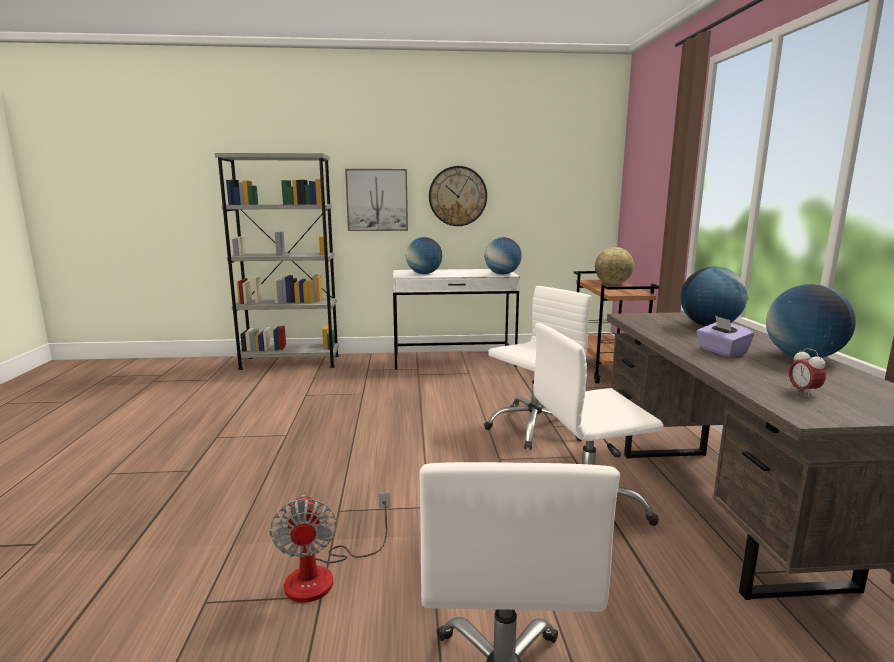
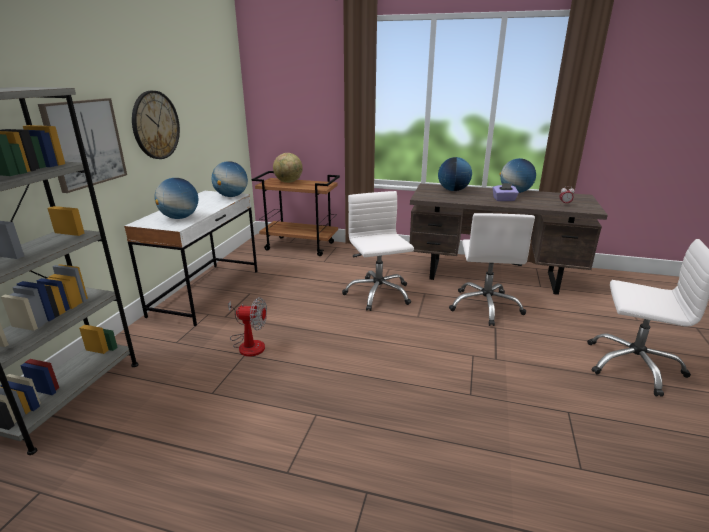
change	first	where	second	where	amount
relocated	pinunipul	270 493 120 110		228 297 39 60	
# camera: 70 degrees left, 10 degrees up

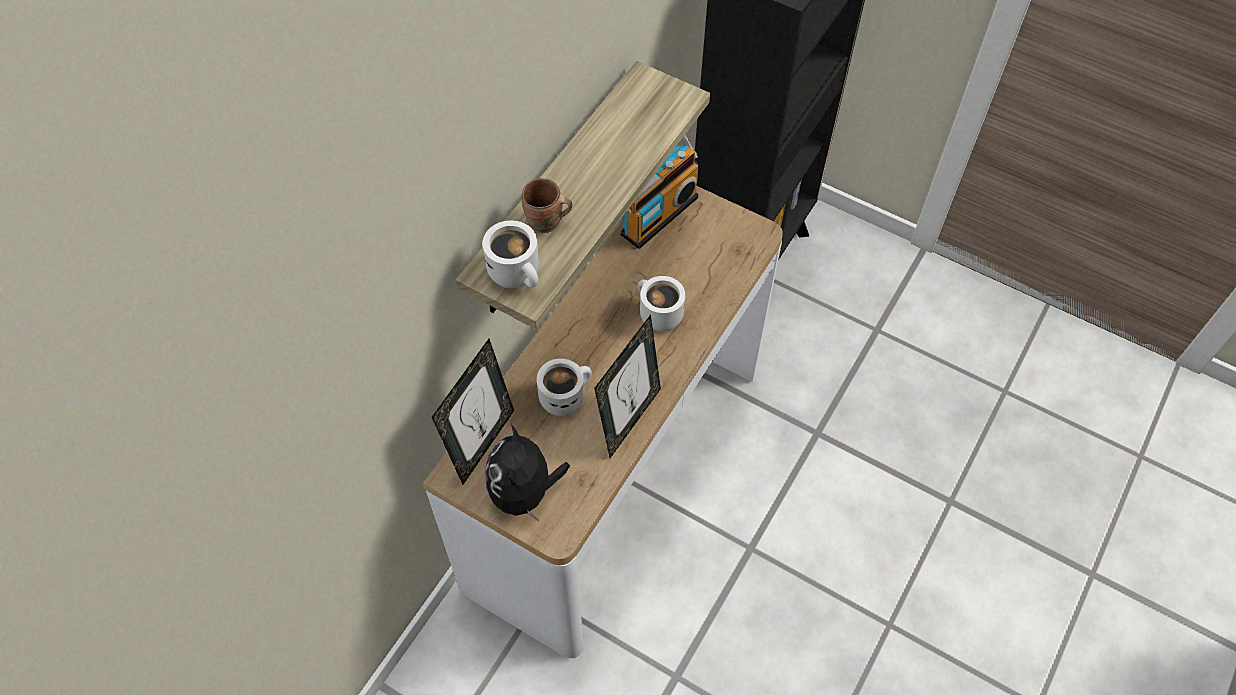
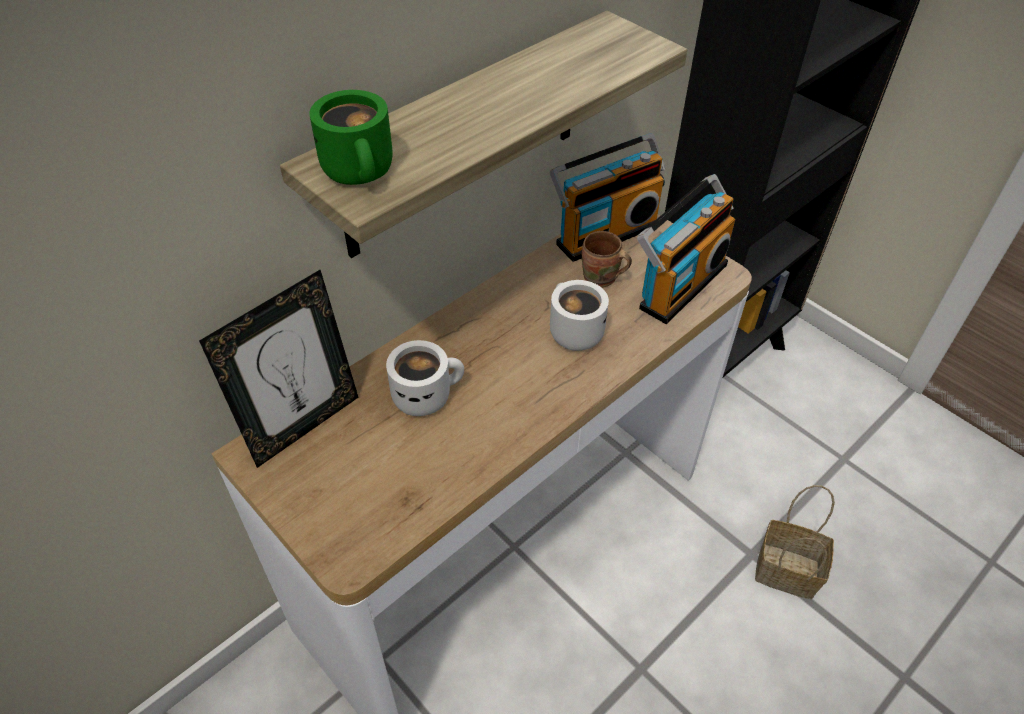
change	first	where	second	where	amount
colour	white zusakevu	483 220 56 68	green zusakevu	309 90 84 95	
missing	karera	485 424 85 98			
relocated	brown zusakevu	522 178 50 55		582 231 50 57	
missing	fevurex	594 314 67 144			
appeared			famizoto	637 174 98 150	
appeared			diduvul	755 485 80 114	
# camera: 15 degrees right, 10 degrees down

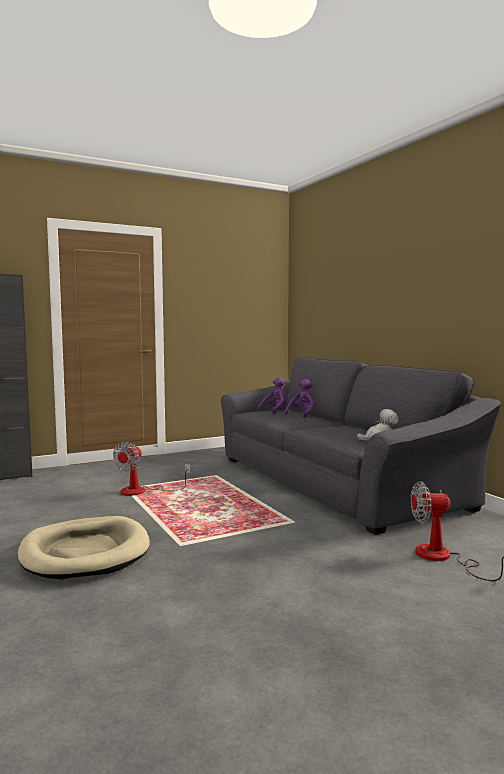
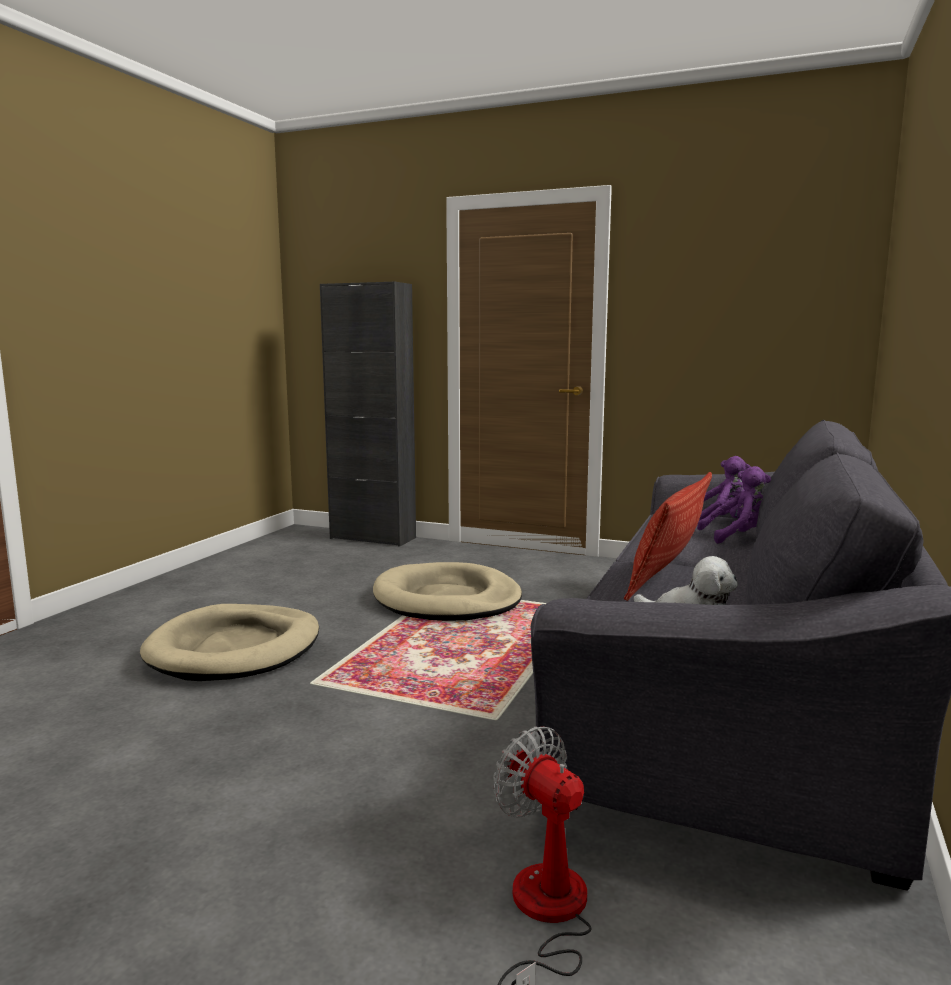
change	first	where	second	where	amount
exchanged	pinunipul	113 441 78 55	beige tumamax	373 562 149 59	
appeared			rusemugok	624 472 88 129	
# camera: 50 degrees right, 5 degrees up

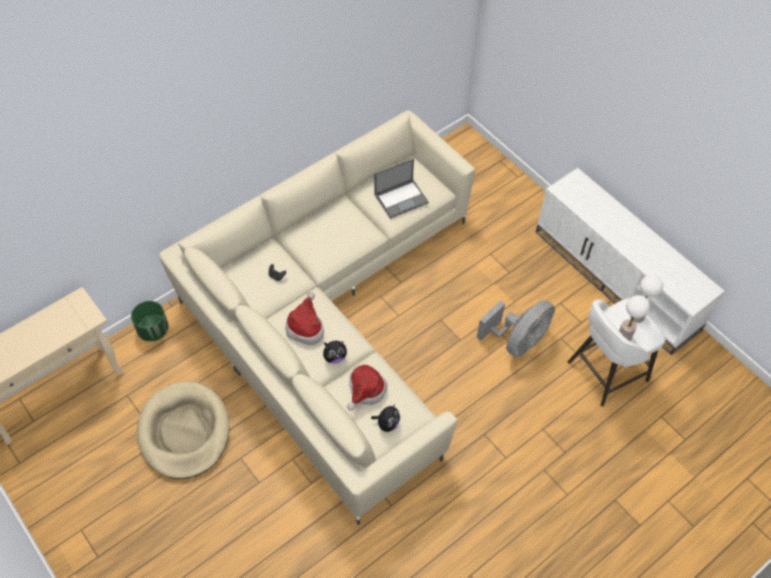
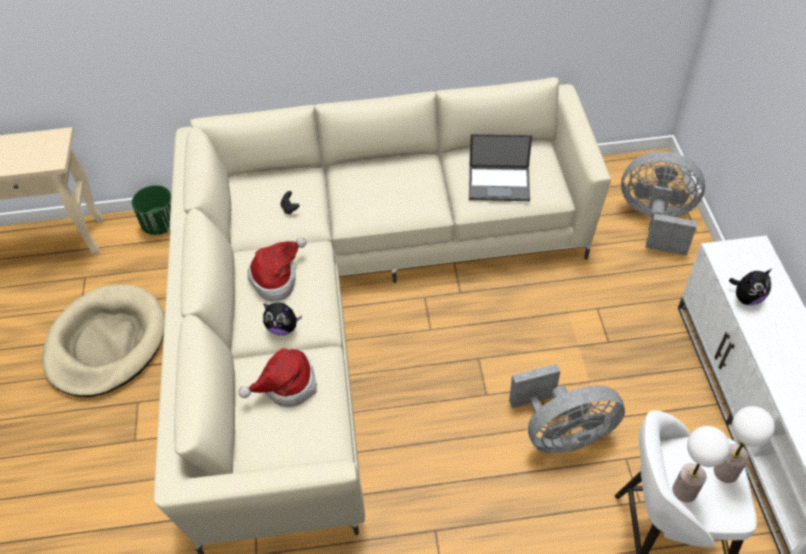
change	first	where	second	where	amount
relocated	karera	371 404 29 28		729 269 43 36	
appeared			grey pinunipul	621 152 84 104	
# camera: 35 degrees right, 5 degrees down

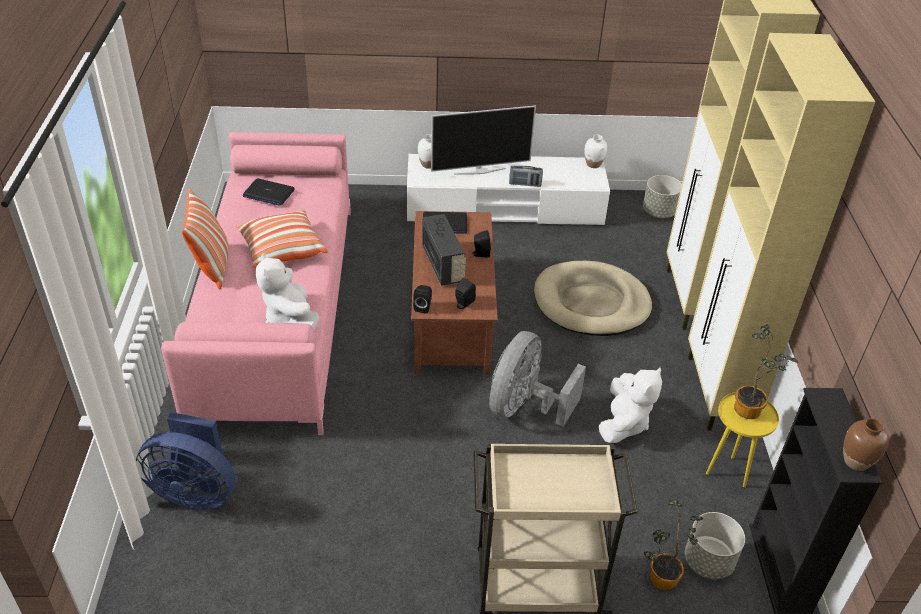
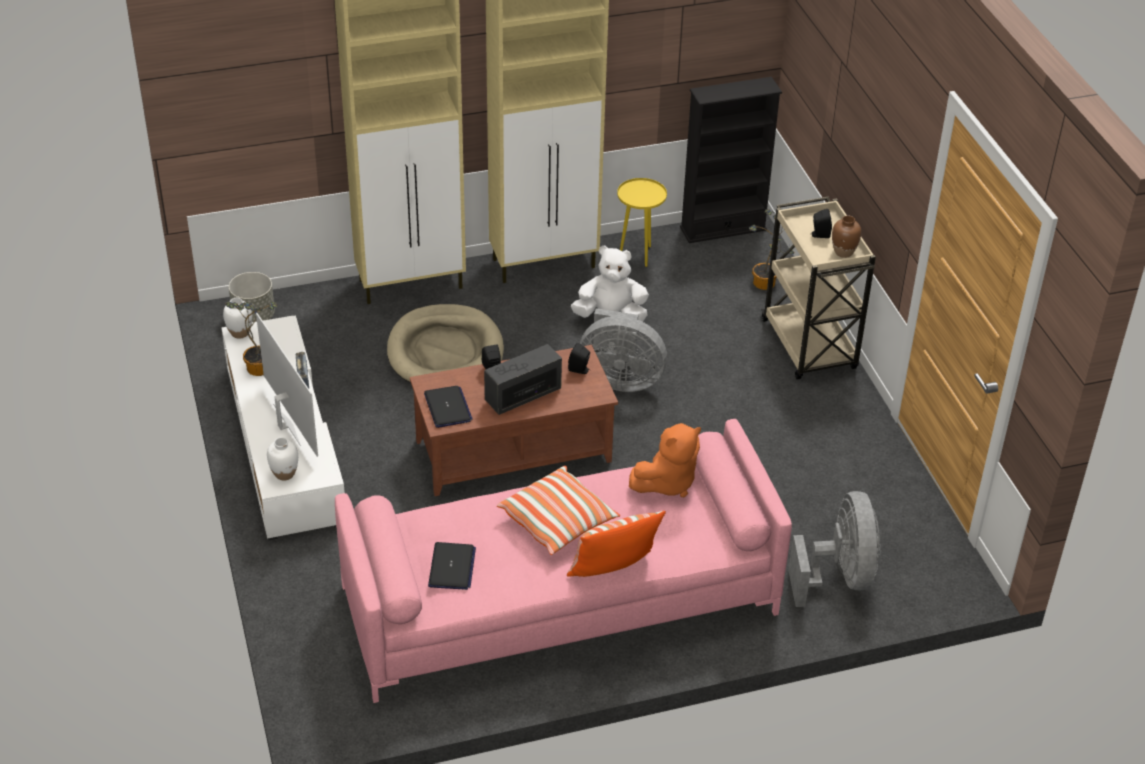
change	first	where	second	where	amount
colour	blue pinunipul	136 412 99 98	grey pinunipul	788 491 92 116	
colour	white karera	256 253 64 77	orange karera	629 423 72 74	
relocated	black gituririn	413 285 19 29		810 209 22 29	
missing	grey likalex	685 512 60 67			
relocated	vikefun	734 324 64 95		225 301 52 75	
relocated	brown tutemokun	843 418 46 53		832 215 29 43	
# camera: 105 degrees left, 0 degrees up

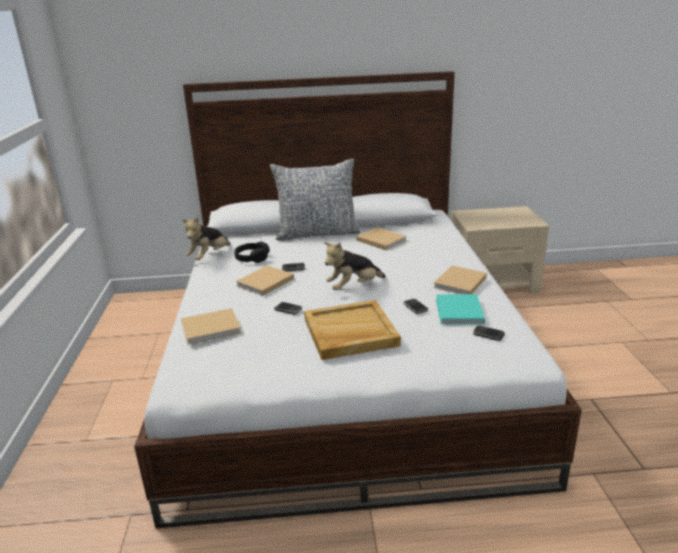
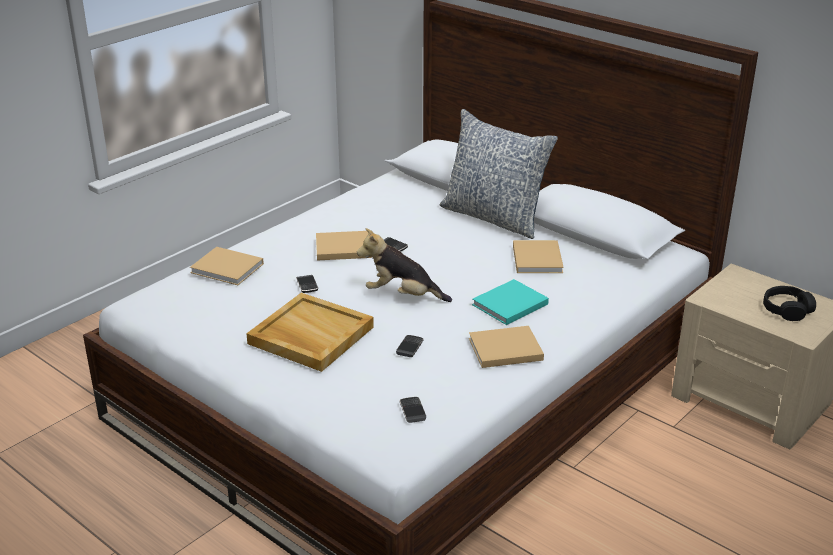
change	first	where	second	where	amount
missing	karera	182 217 49 43			
relocated	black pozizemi	234 241 36 22		763 286 53 35	
relocated	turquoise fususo	436 294 49 30		472 279 77 46	
# camera: 45 degrees right, 5 degrees up

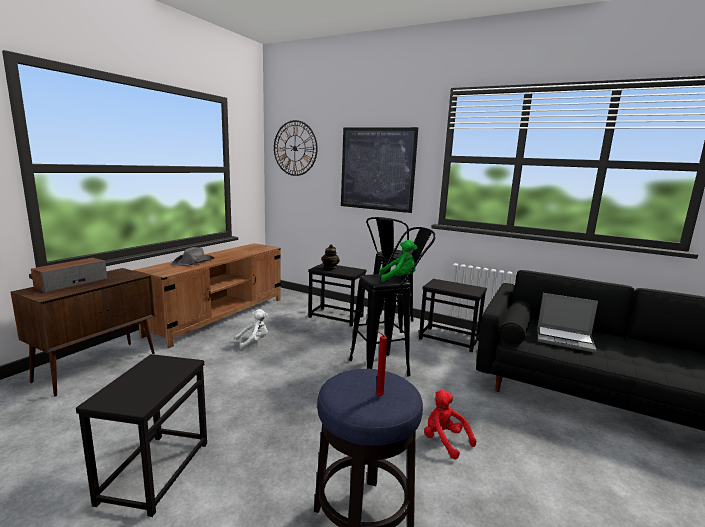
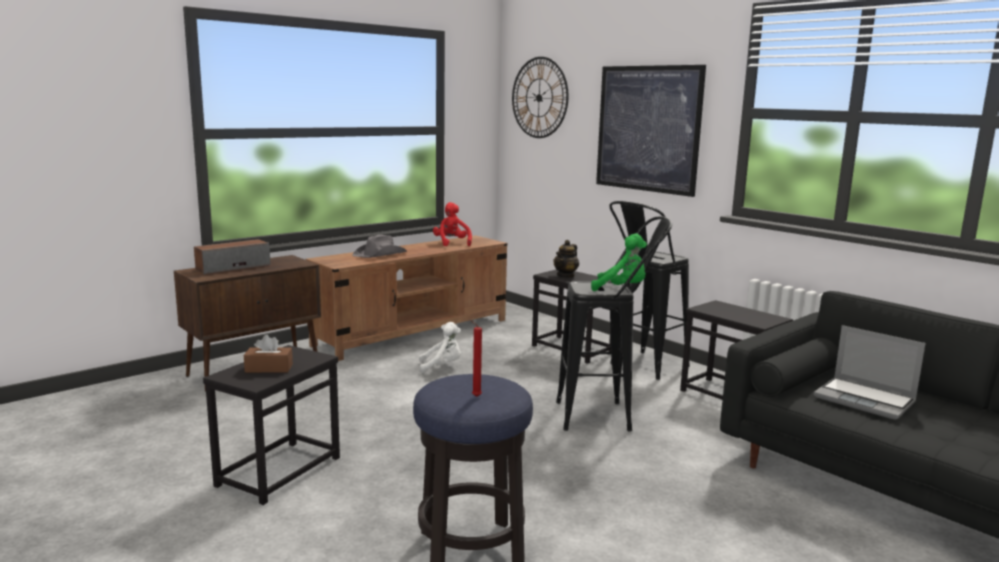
change	first	where	second	where	amount
relocated	red karera	424 390 52 69		433 202 39 44	
appeared			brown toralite	244 335 49 38	
# camera: 20 degrees right, 0 degrees up

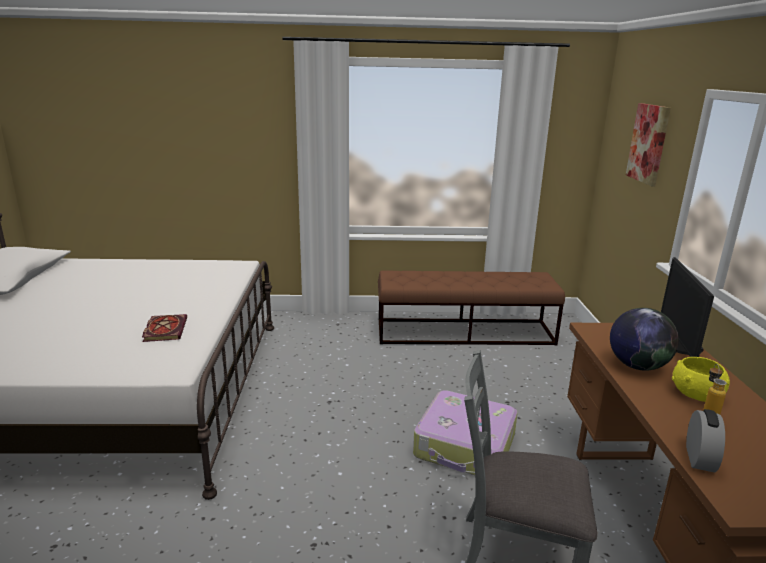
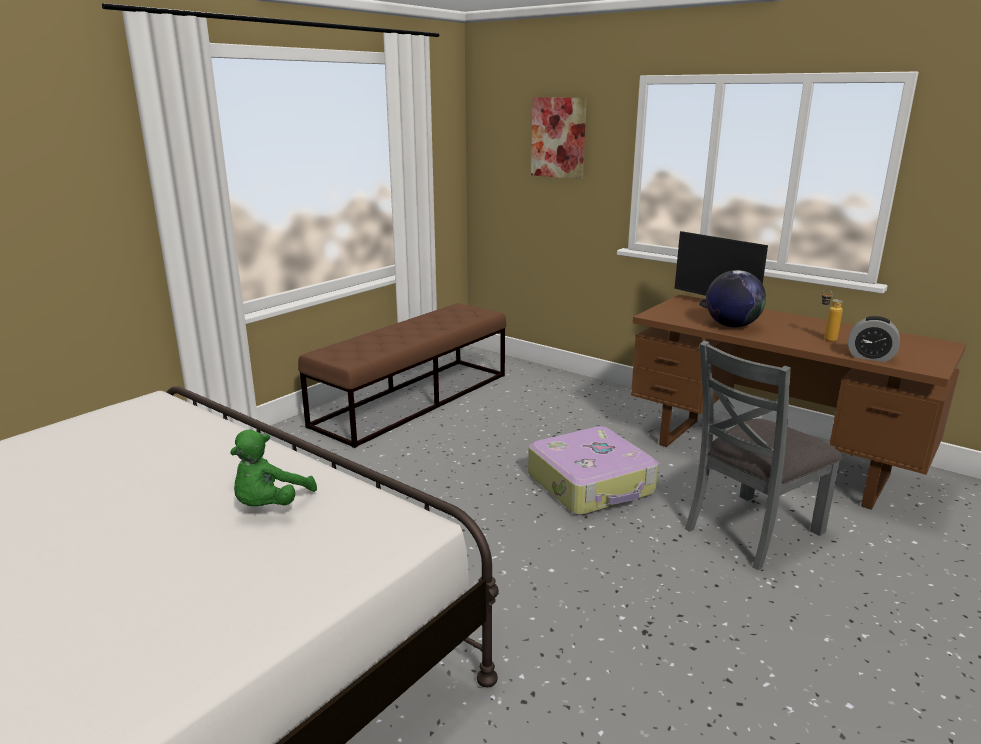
change	first	where	second	where	amount
exchanged	fususo	142 314 45 28	green karera	230 429 87 77	
missing	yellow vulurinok	672 357 58 45			
spun	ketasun	686 409 39 63		848 316 52 46	150 degrees clockwise
# camera: 50 degrees left, 0 degrees up

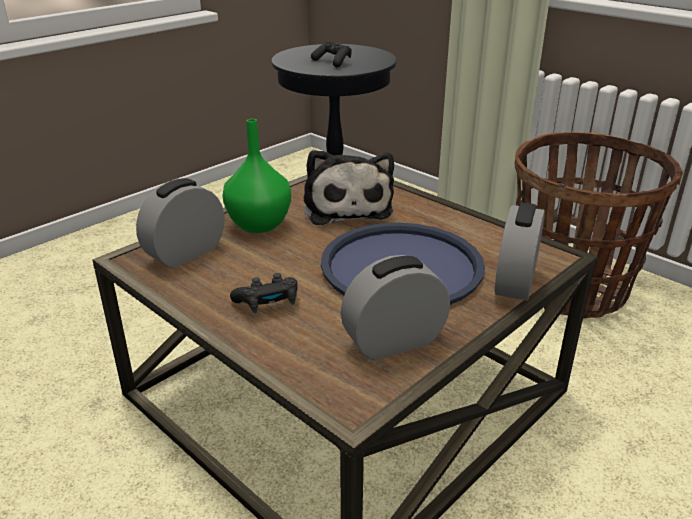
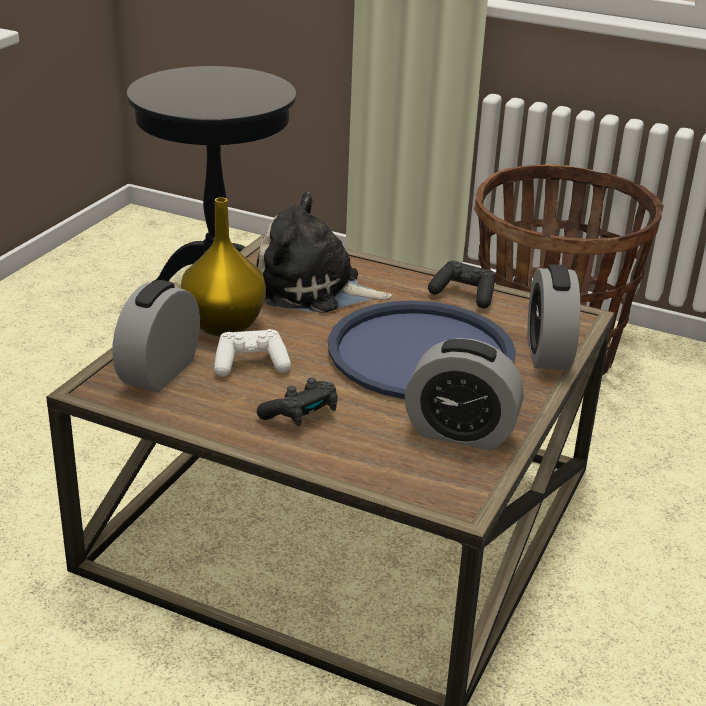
change	first	where	second	where	amount
colour	green tutemokun	223 119 68 114	yellow tutemokun	181 197 85 139	
spun	karera	304 150 90 75		257 192 135 121	135 degrees clockwise
relocated	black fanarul	311 41 41 26		428 261 68 47	
spun	ketasun	341 255 109 105		405 338 119 112	120 degrees counterclockwise
appeared			white fanarul	214 329 77 48	
# camera: 20 degrees left, 0 degrees up

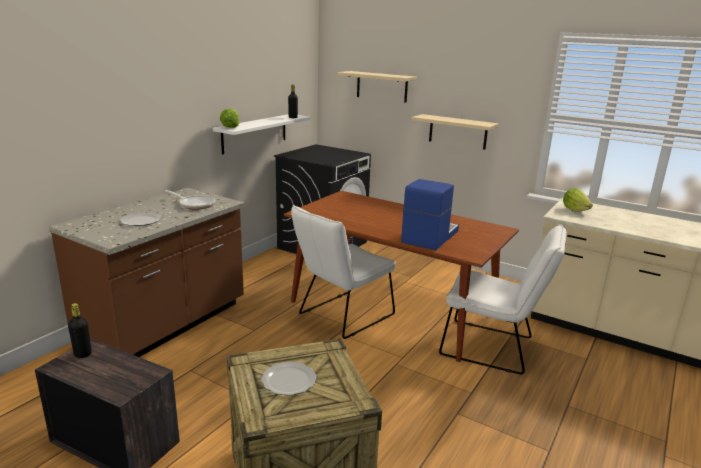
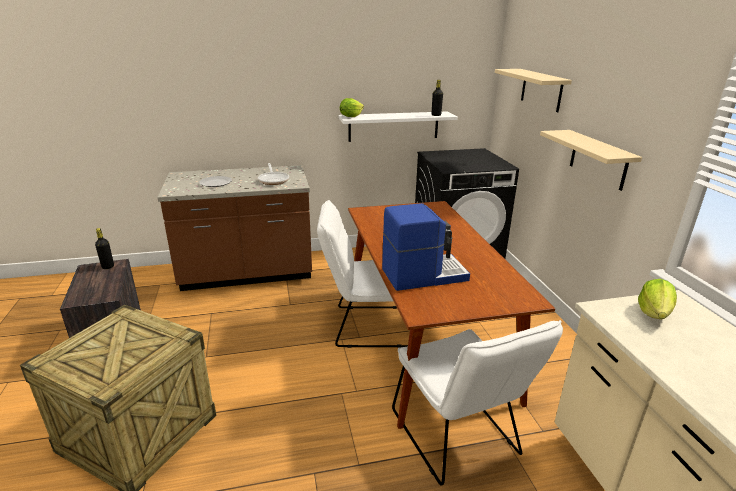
change	first	where	second	where	amount
missing	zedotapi	261 362 55 33			
# camera: 45 degrees right, 5 degrees up

